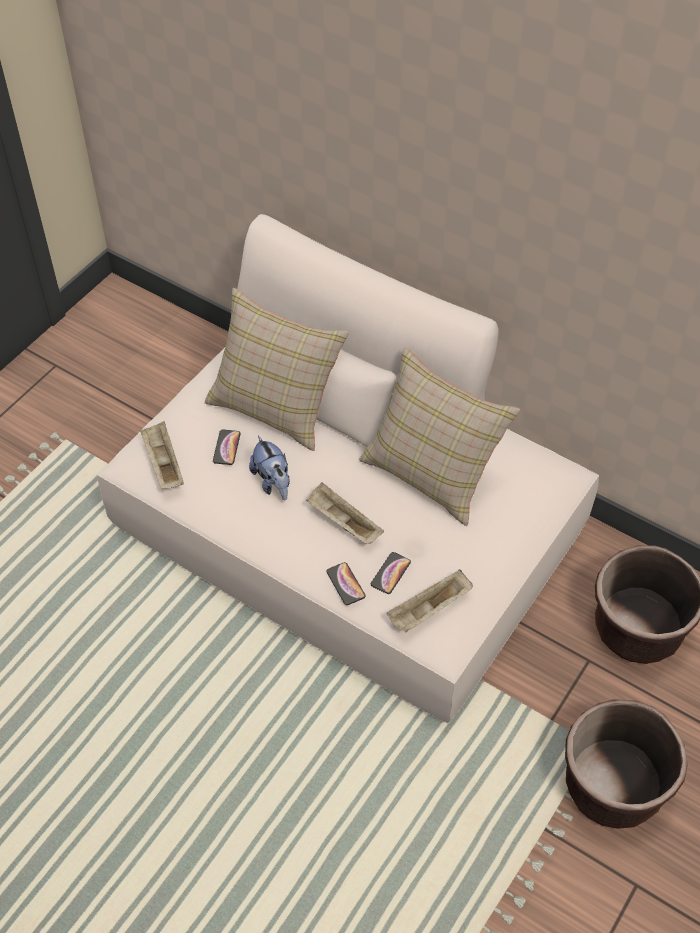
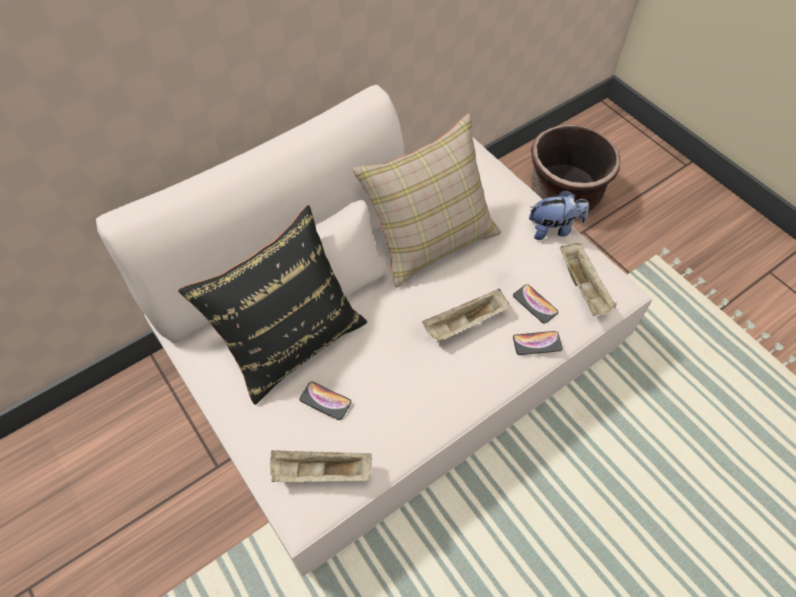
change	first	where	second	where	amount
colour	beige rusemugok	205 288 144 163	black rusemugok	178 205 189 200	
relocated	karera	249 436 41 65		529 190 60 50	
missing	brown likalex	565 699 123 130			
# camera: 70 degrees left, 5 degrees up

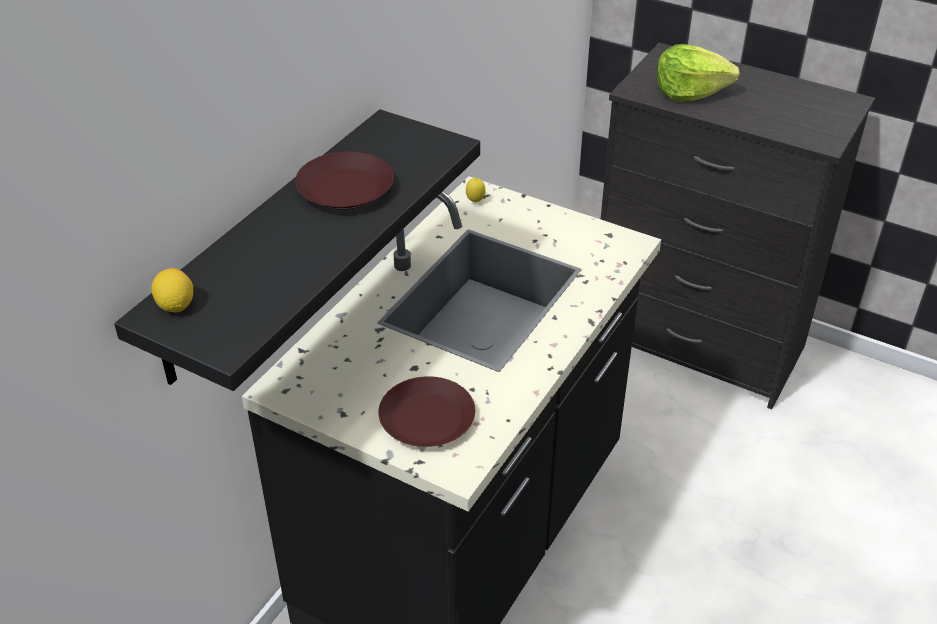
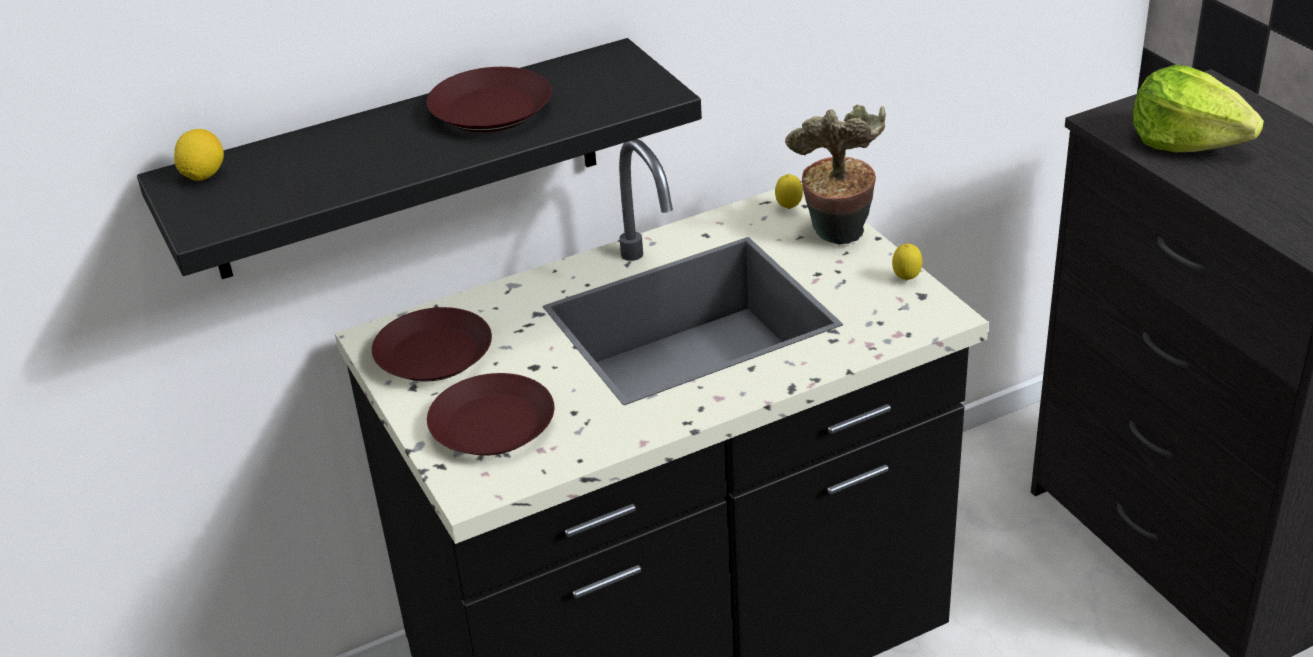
change	first	where	second	where	amount
appeared			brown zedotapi	372 307 120 74	
appeared			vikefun	785 105 101 140	
appeared			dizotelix	892 243 30 37	
# camera: 35 degrees right, 5 degrees down

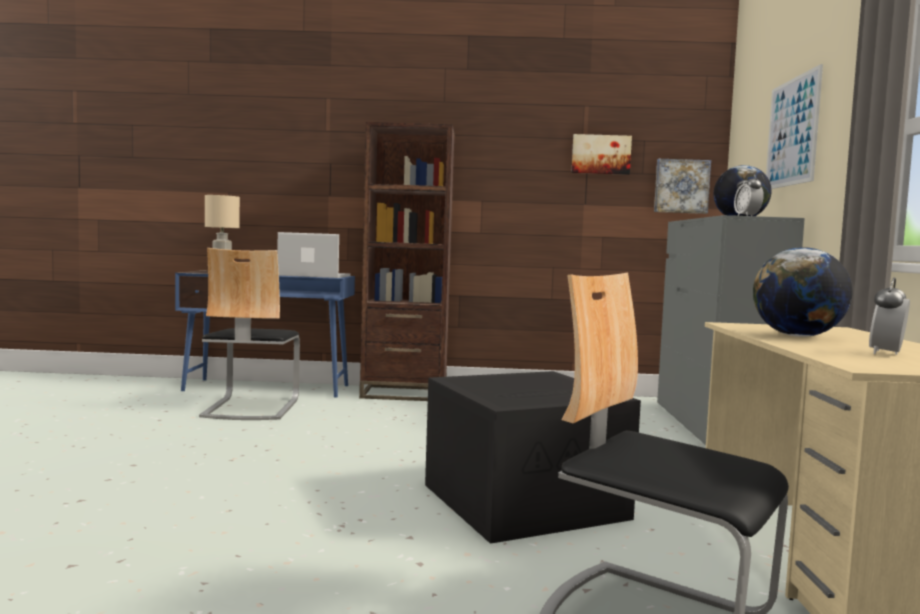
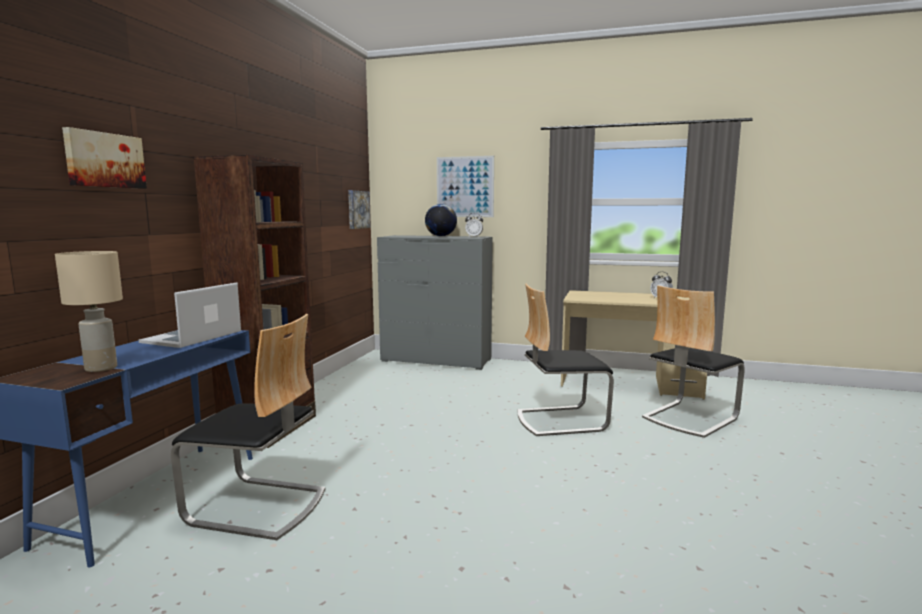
change	first	where	second	where	amount
exchanged	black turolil	425 371 216 173	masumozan	517 283 97 153	
relocated	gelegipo	571 134 61 41		62 127 85 62	
missing	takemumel	753 247 99 90			
# camera: 75 degrees left, 5 degrees up

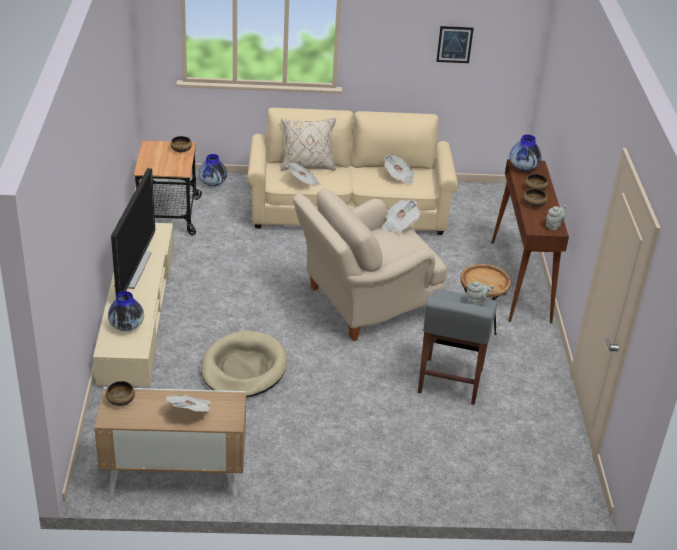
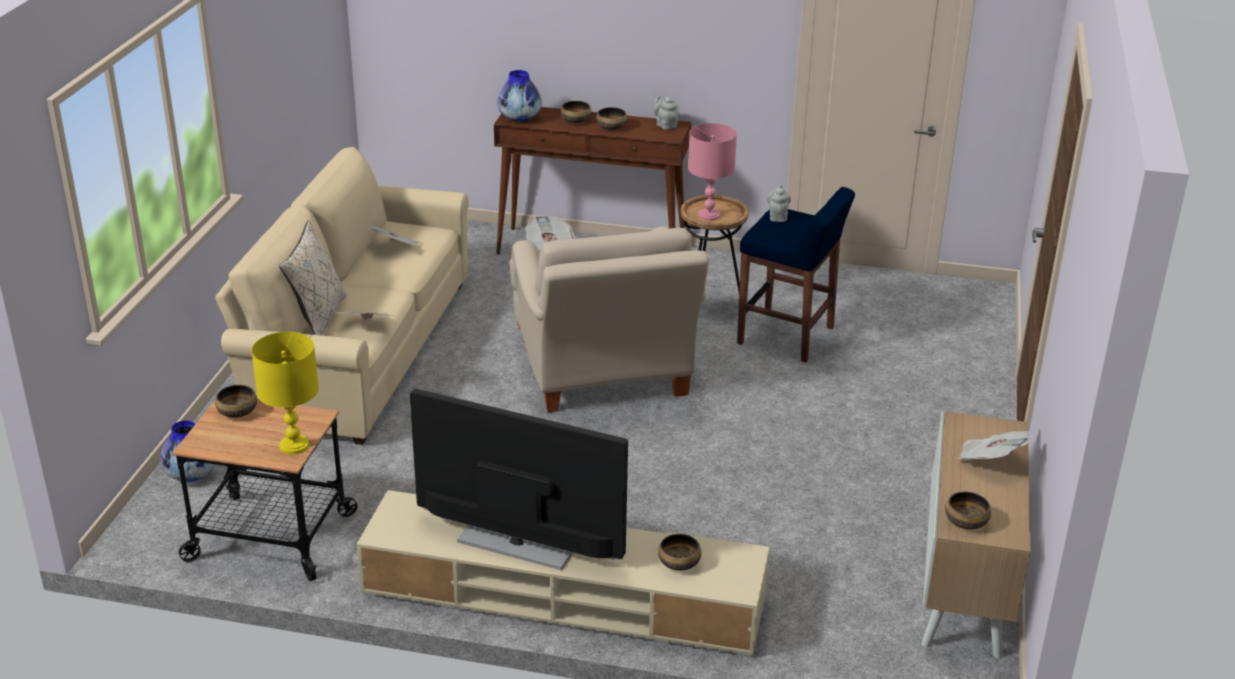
change	first	where	second	where	amount
exchanged	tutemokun	108 291 36 40	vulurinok	658 534 43 37	
missing	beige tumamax	201 331 86 67			
colour	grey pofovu	418 289 79 116	blue pofovu	737 187 118 176	
missing	gelegipo	436 26 38 37			
appeared			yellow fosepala	252 332 67 123	
appeared			pink fosepala	688 123 49 98	
# camera: 75 degrees left, 5 degrees down

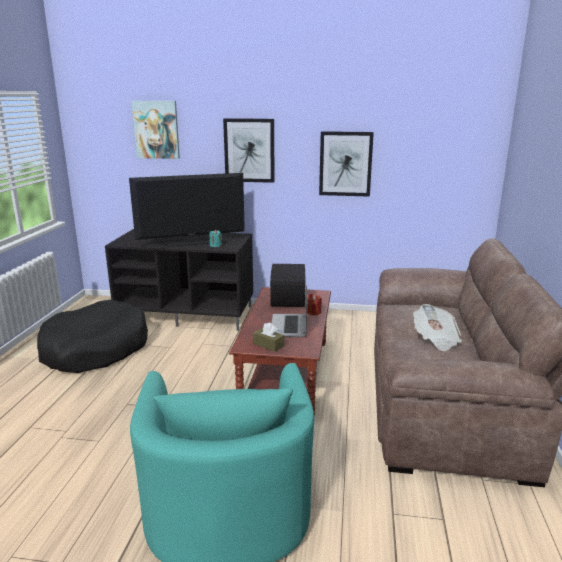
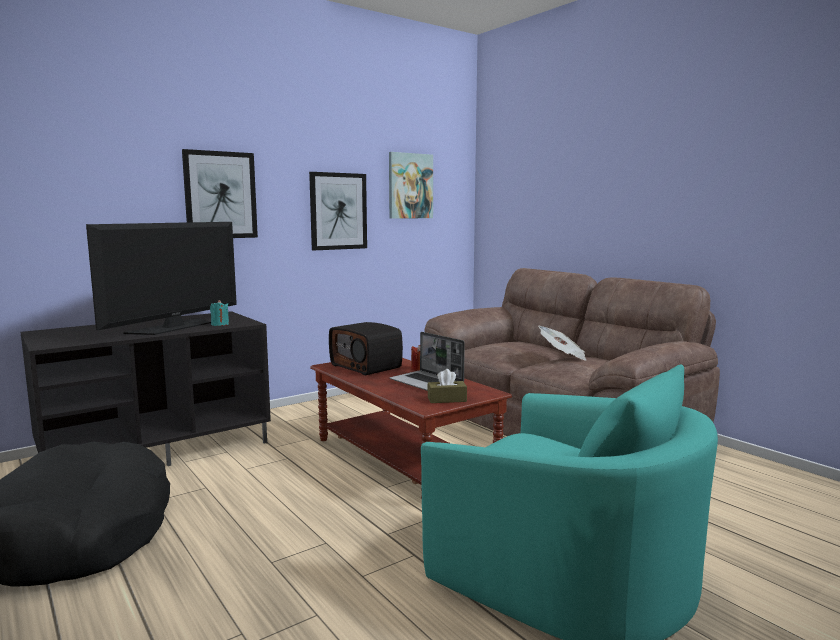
change	first	where	second	where	amount
relocated	gelegipo	131 101 49 58		389 152 44 67	
# camera: 45 degrees left, 10 degrees down

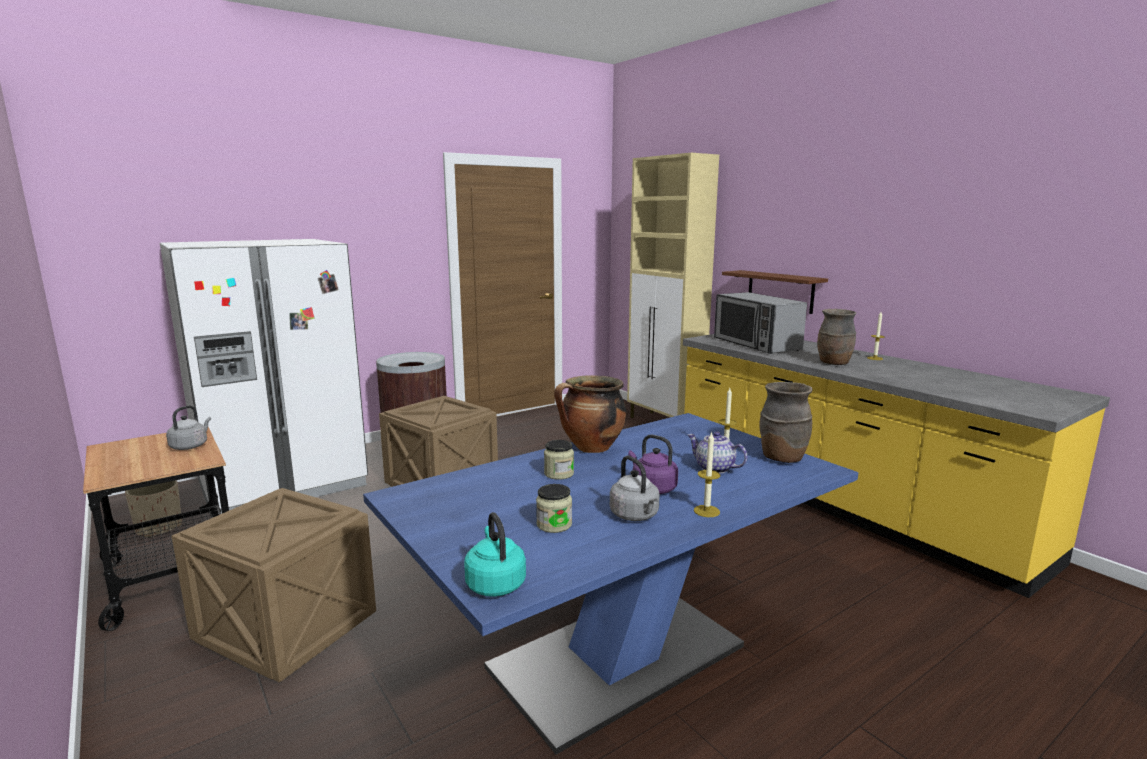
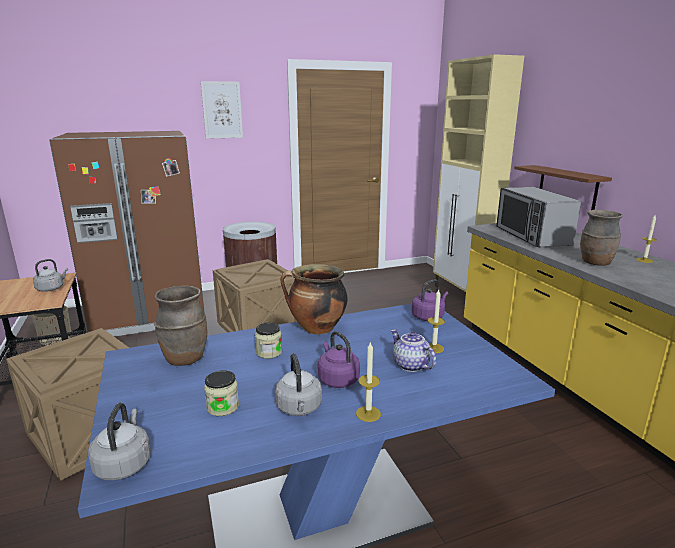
change	first	where	second	where	amount
colour	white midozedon	160 239 208 279	brown midozedon	49 131 156 206	
colour	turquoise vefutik	464 512 62 85	grey vefutik	88 403 63 77	
relocated	brown tutemokun	759 382 54 81		154 286 53 80	
appeared			gelegipo	201 81 42 58	
appeared			purple vefutik	412 279 36 42	
# camera: 15 degrees right, 5 degrees up

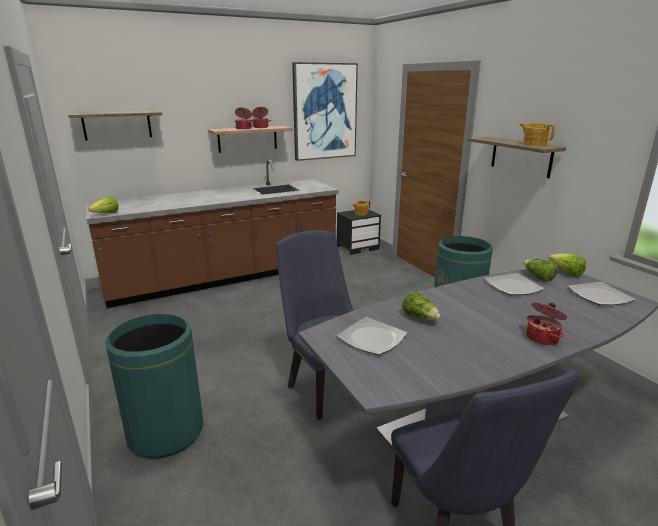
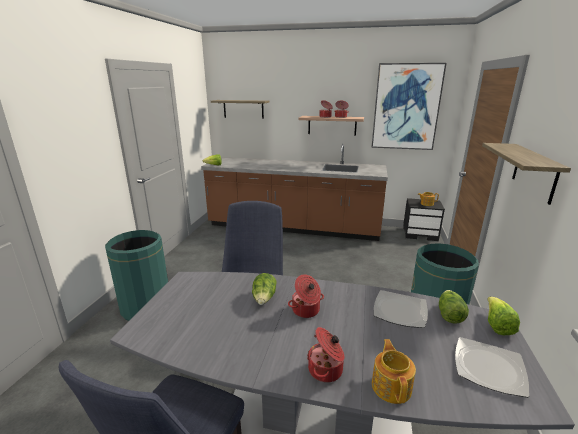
change	first	where	second	where	amount
missing	zedotapi	337 317 70 38			
relocated	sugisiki	520 123 35 23		372 339 44 65	
appeared			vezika	288 274 36 44	
# camera: 40 degrees right, 0 degrees up

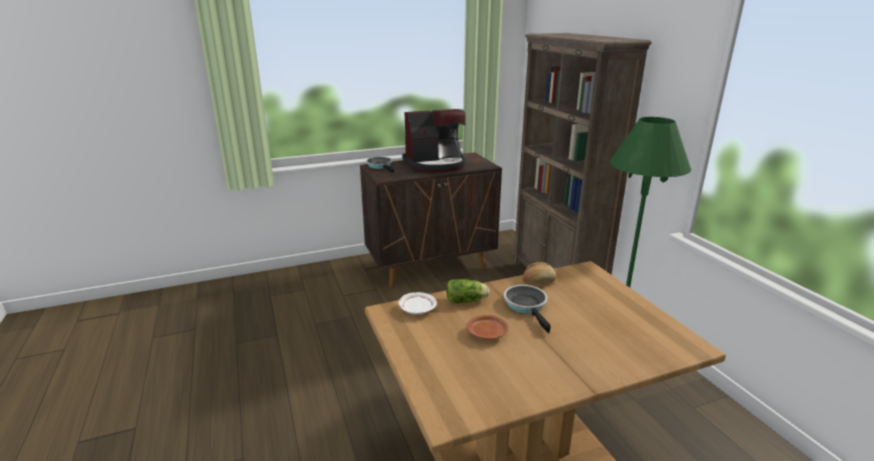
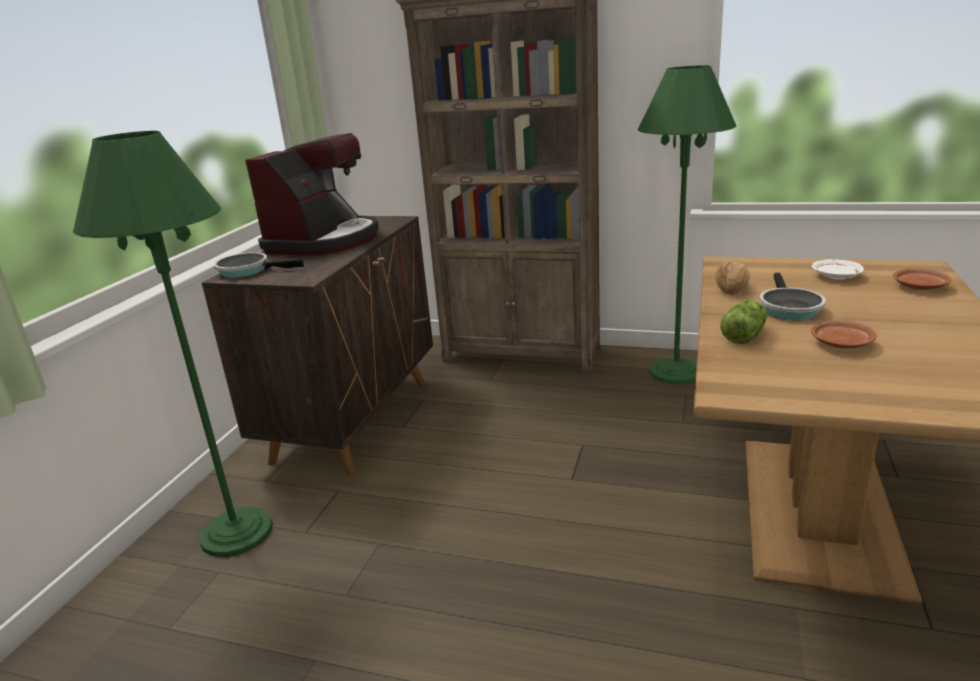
change	first	where	second	where	amount
relocated	white zedotapi	399 292 38 22		812 259 52 21	
spun	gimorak	504 285 47 48		759 273 67 47	105 degrees counterclockwise
appeared			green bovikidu	73 131 200 426	
appeared			brown zedotapi	893 269 59 21	
# camera: 50 degrees left, 0 degrees up

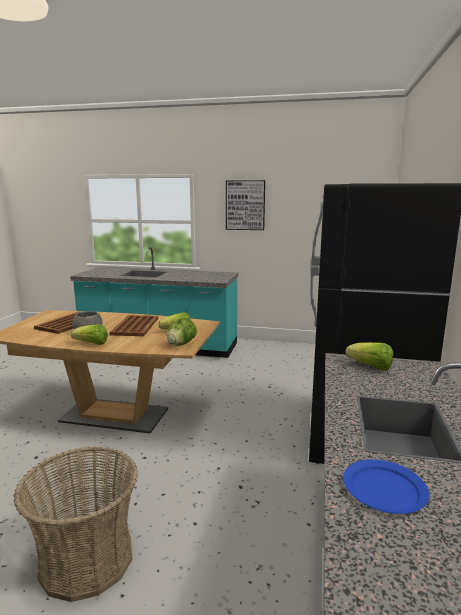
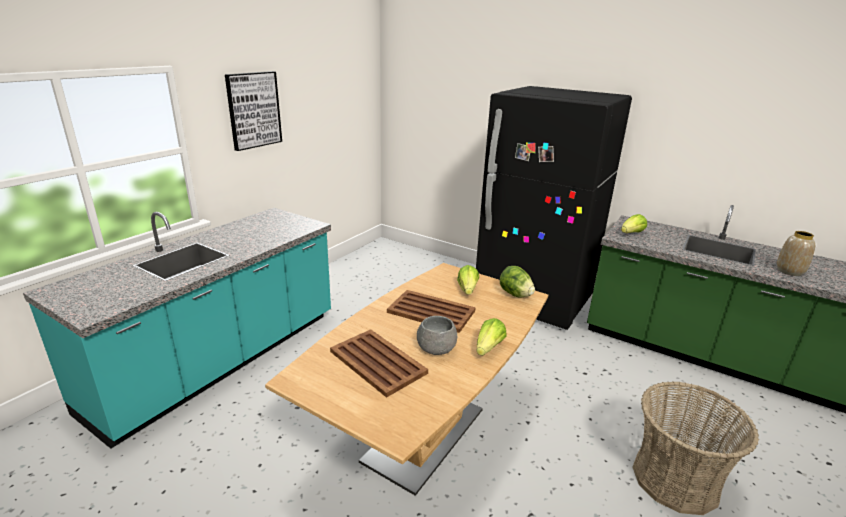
change	first	where	second	where	amount
exchanged	blue zedotapi	343 459 86 55	tutemokun	777 231 38 45	
# camera: 70 degrees left, 10 degrees up

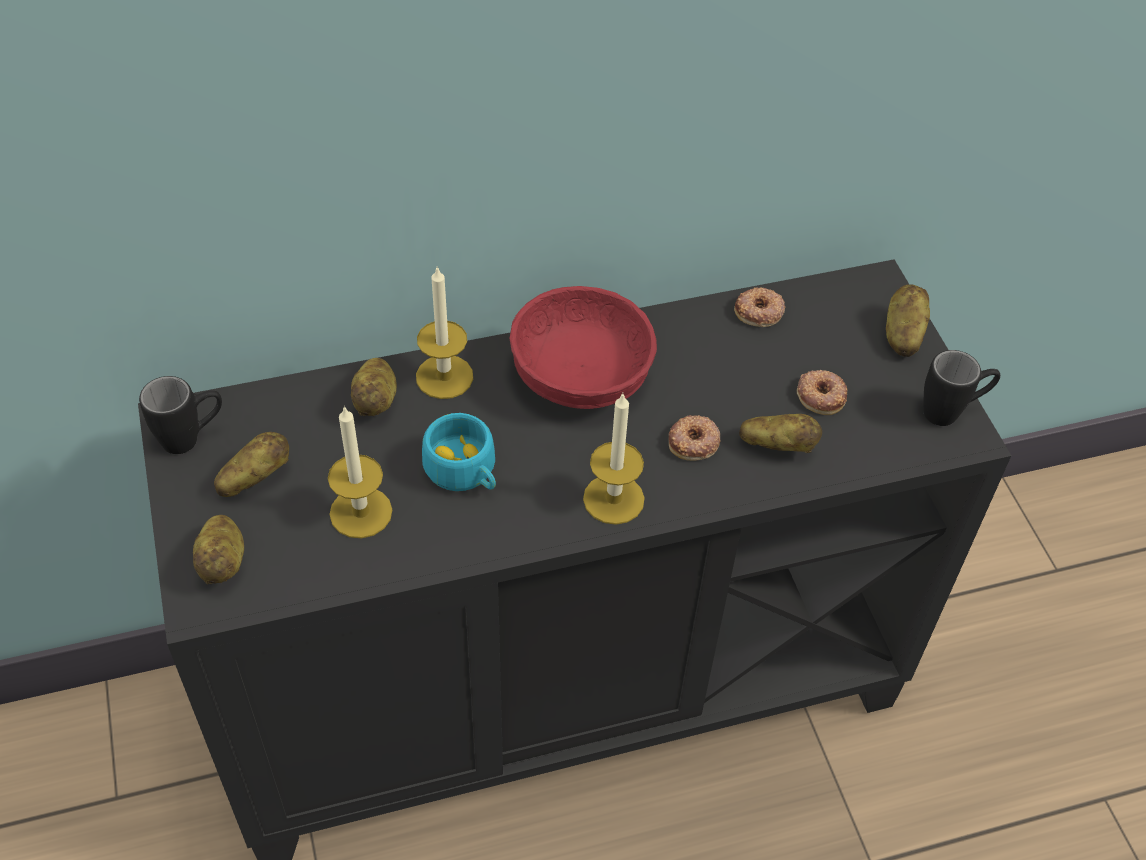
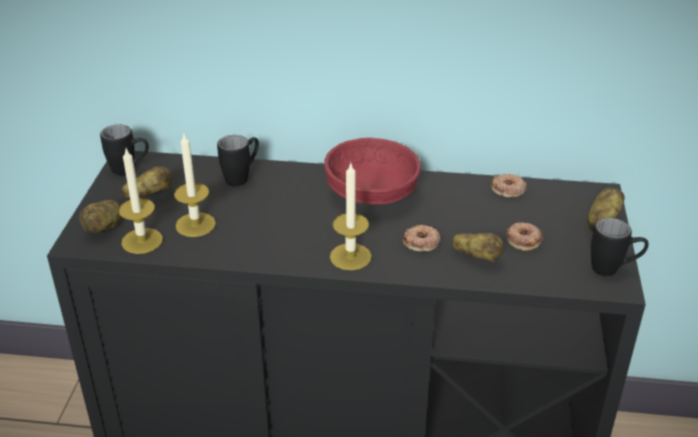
change	first	where	second	where	amount
exchanged	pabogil	351 358 46 58	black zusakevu	217 135 42 51	
relocated	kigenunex	416 266 57 133		118 149 45 105	
missing	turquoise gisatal	422 413 74 78			
# camera: 25 degrees right, 15 degrees down

